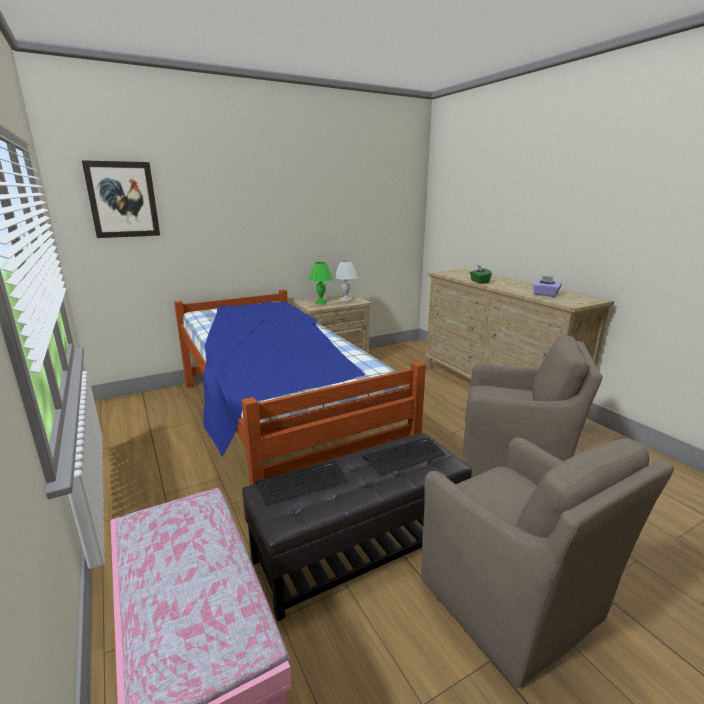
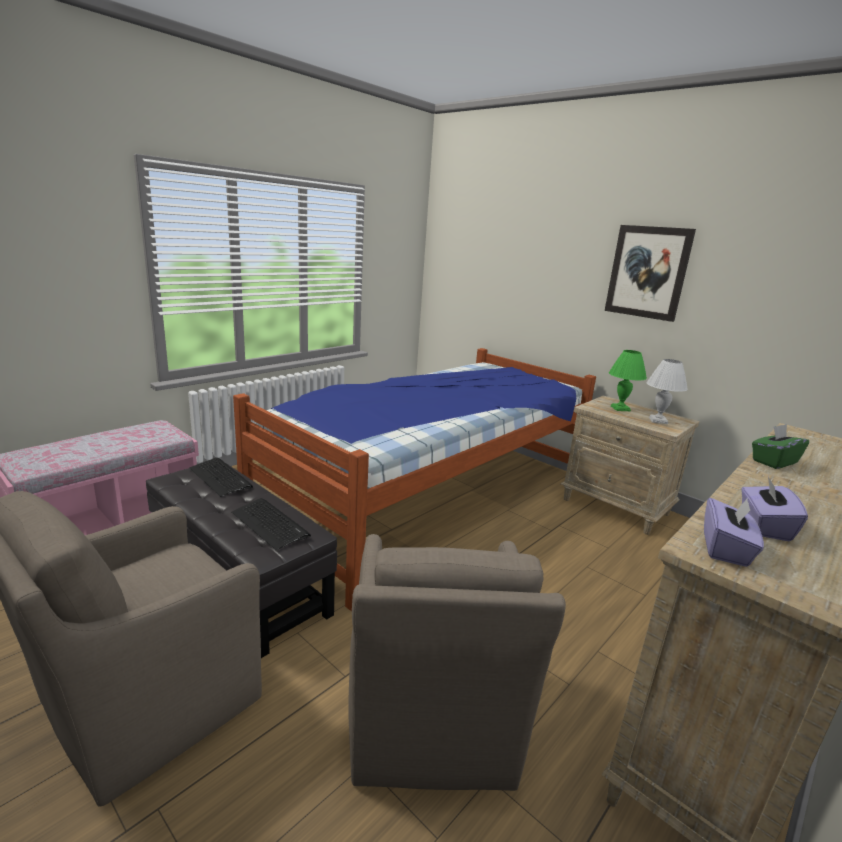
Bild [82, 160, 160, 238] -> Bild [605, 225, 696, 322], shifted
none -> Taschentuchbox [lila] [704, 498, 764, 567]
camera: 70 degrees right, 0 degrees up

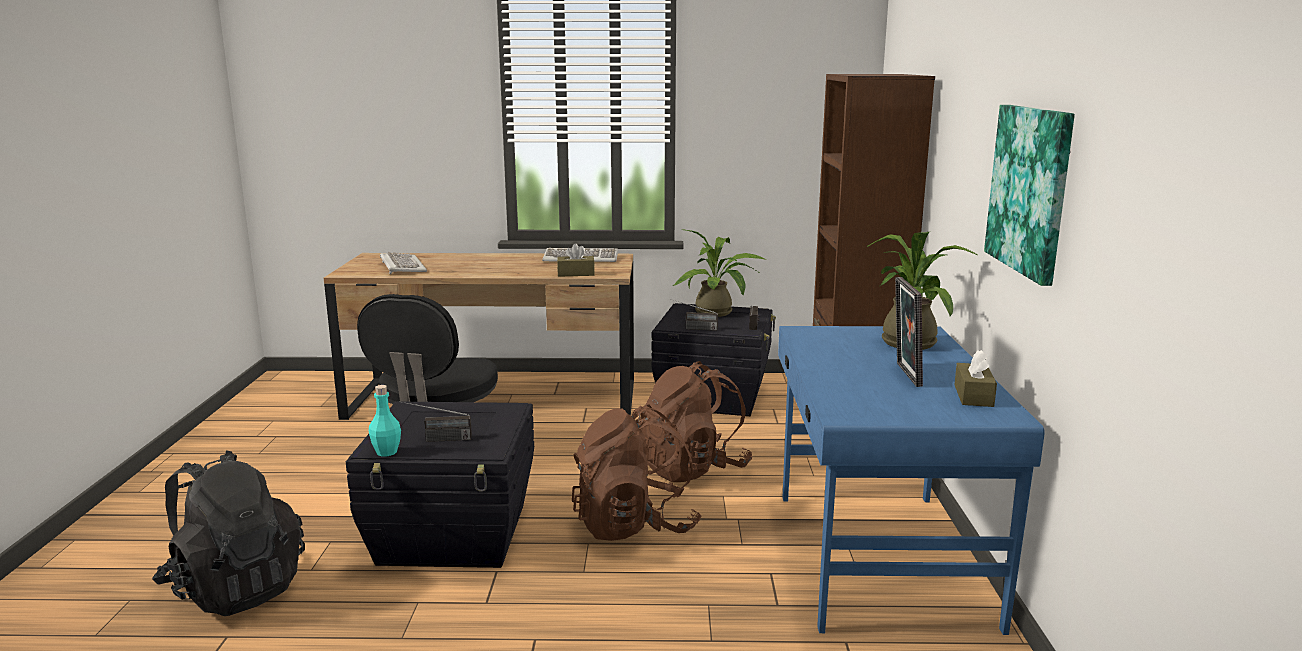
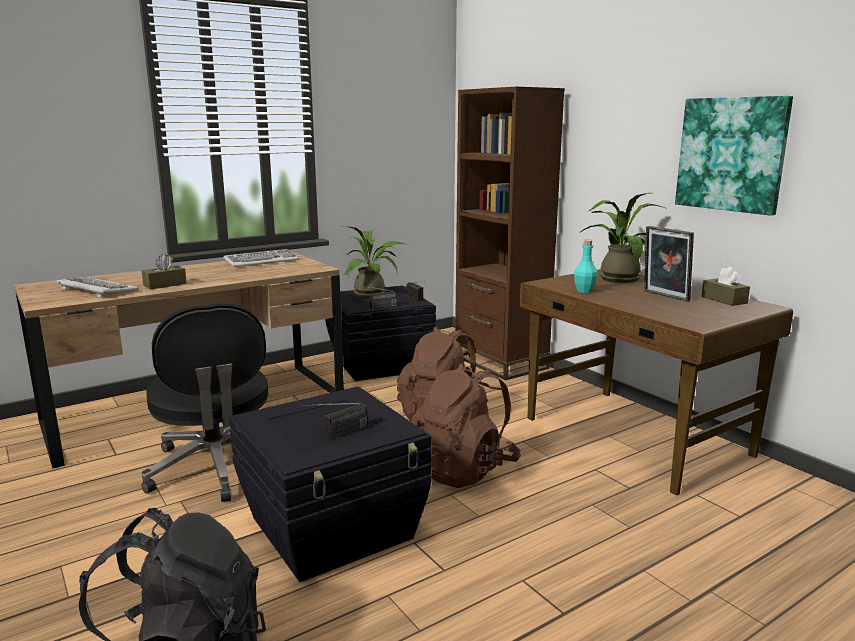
Taschentuchbox [braun] [557, 243, 595, 277] -> Taschentuchbox [braun] [142, 254, 187, 289], shifted
Schreibtisch [blau] [778, 326, 1045, 635] -> Schreibtisch [braun] [520, 269, 793, 496]
Flasche [türkis] [369, 385, 401, 456] -> Flasche [türkis] [574, 240, 597, 293], shifted
camera: 35 degrees left, 0 degrees up

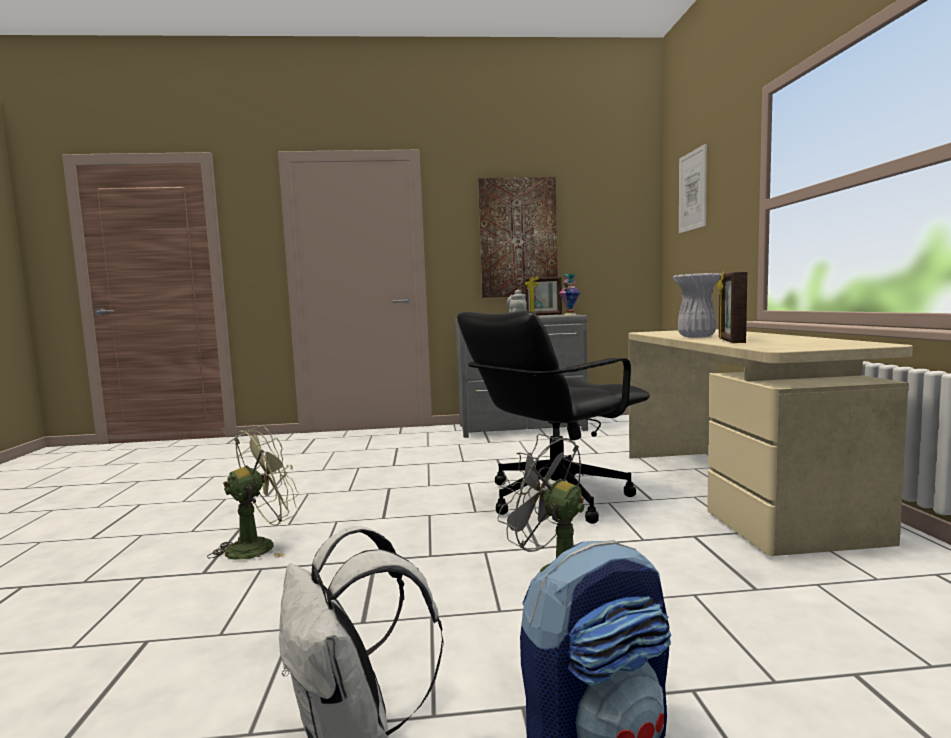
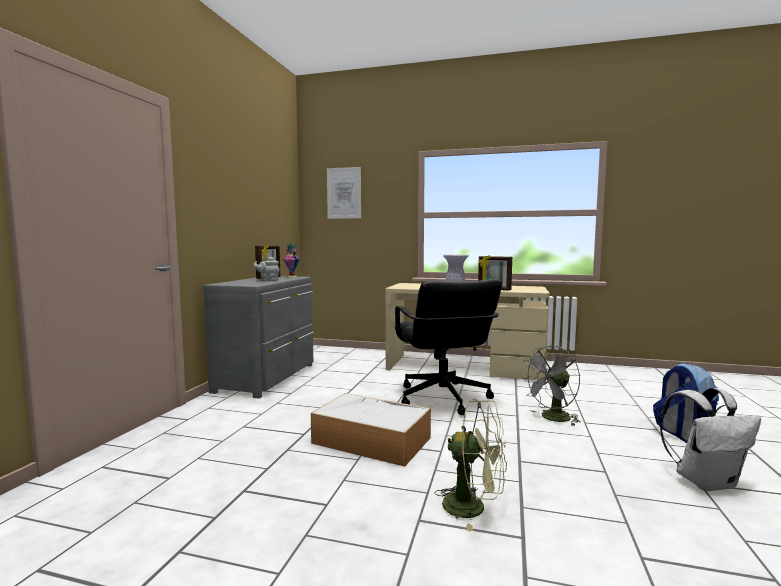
none -> Aufbewahrungsbox [311, 393, 431, 467]
Ventilator [grün] [207, 425, 299, 560] -> Ventilator [grün] [434, 398, 507, 531], 135 degrees clockwise
Bild [478, 177, 558, 298] -> none
camera: 70 degrees left, 0 degrees up

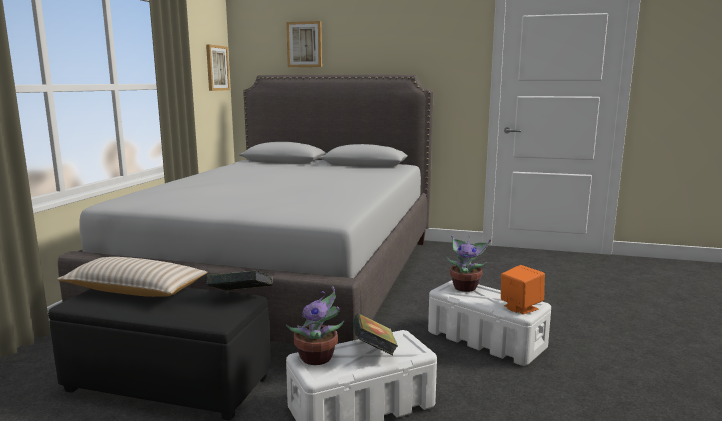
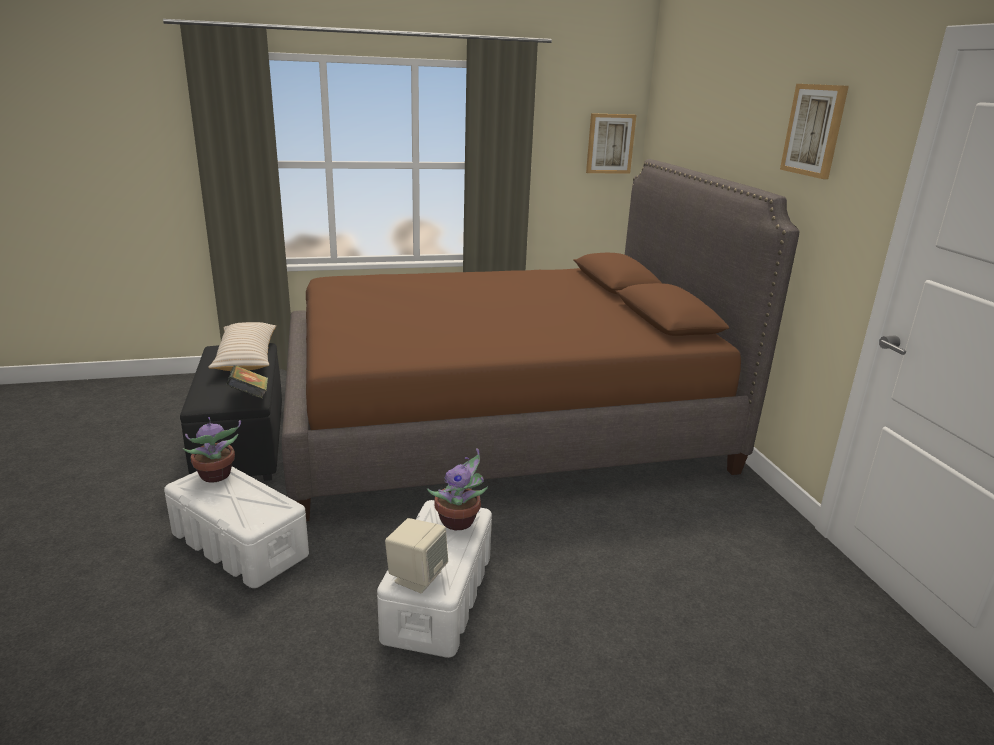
Bett [grau] [58, 75, 434, 344] -> Bett [braun] [282, 159, 799, 521]
Lautsprecher [orange] [501, 265, 545, 314] -> Lautsprecher [beige] [385, 518, 448, 593]
Bild [286, 21, 322, 67] -> Bild [780, 84, 849, 179], shifted
Buch [353, 313, 398, 356] -> none
camera: 60 degrees right, 10 degrees up

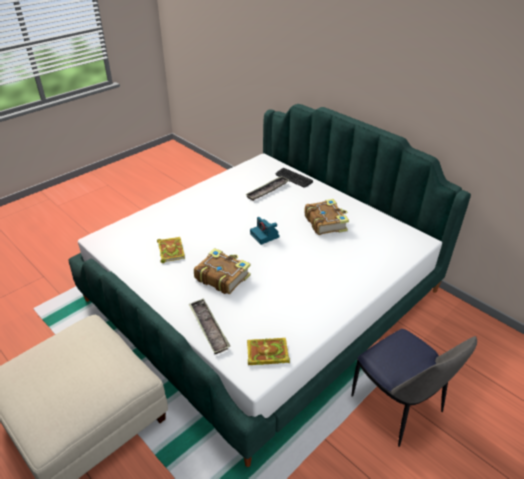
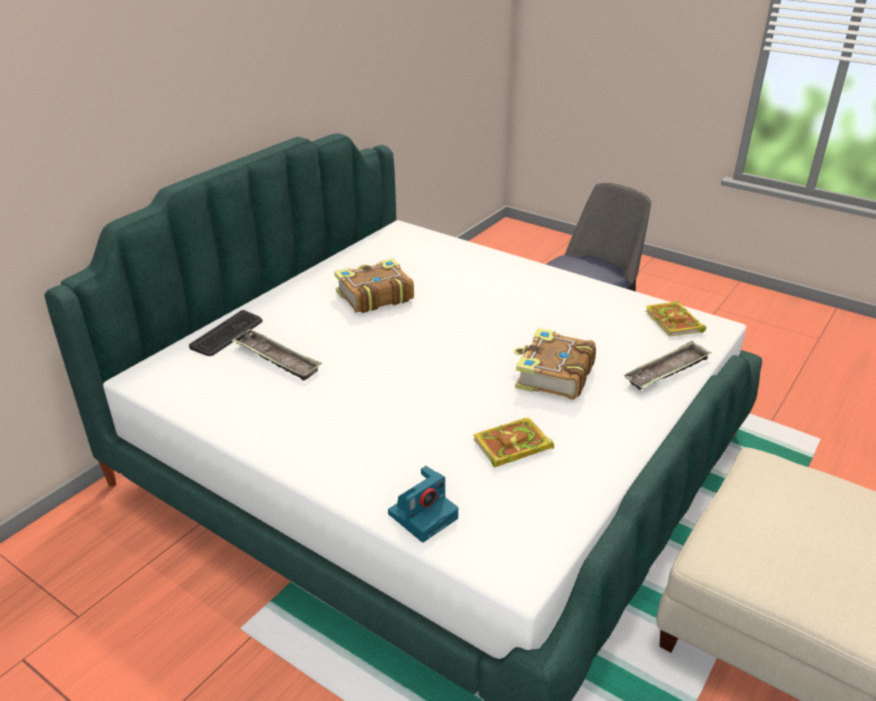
Kamera [250, 217, 280, 245] -> Kamera [388, 466, 458, 542], shifted
camera: 100 degrees left, 5 degrees down

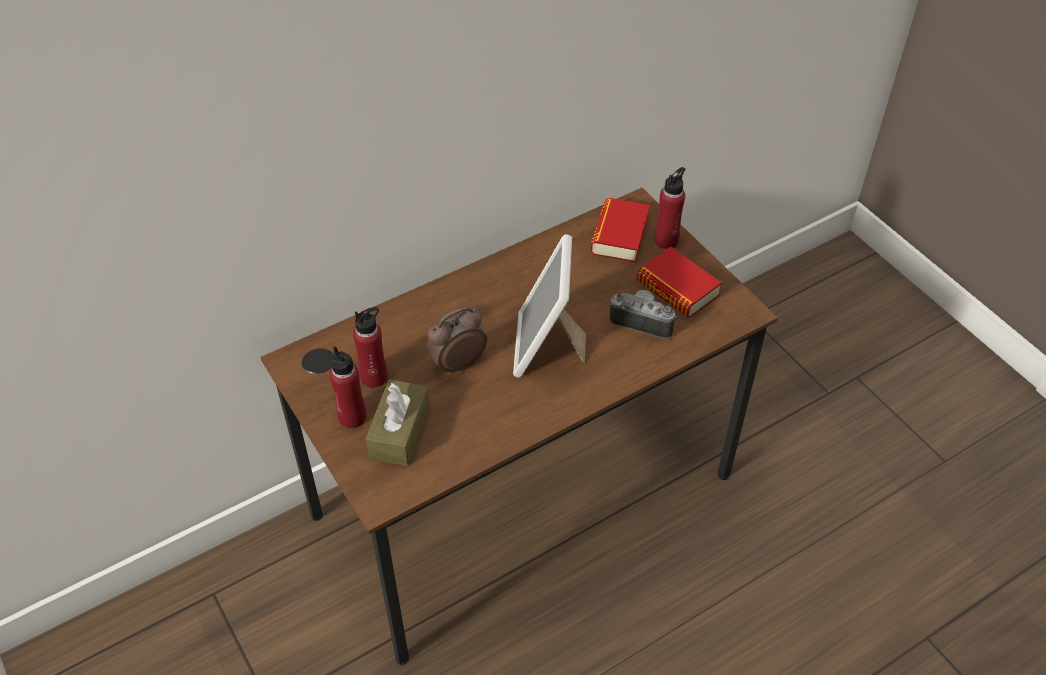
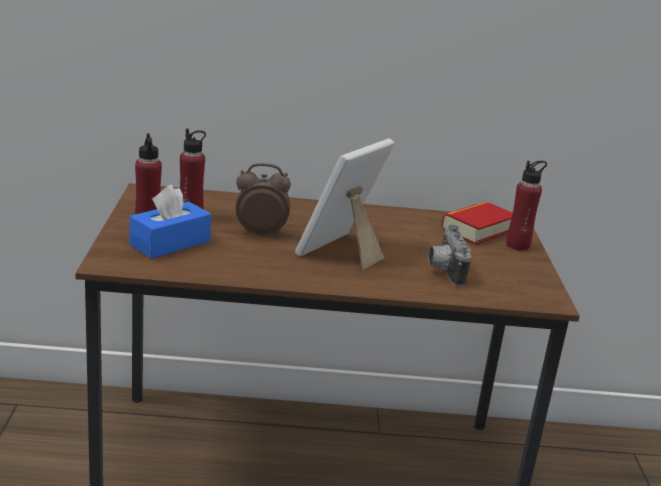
Taschentuchbox [braun] [366, 379, 429, 466] -> Taschentuchbox [blau] [130, 185, 211, 259]
Kamera [610, 290, 677, 339] -> Kamera [429, 225, 472, 287], 150 degrees counterclockwise
Buch [637, 247, 722, 318] -> none
camera: 30 degrees right, 25 degrees down

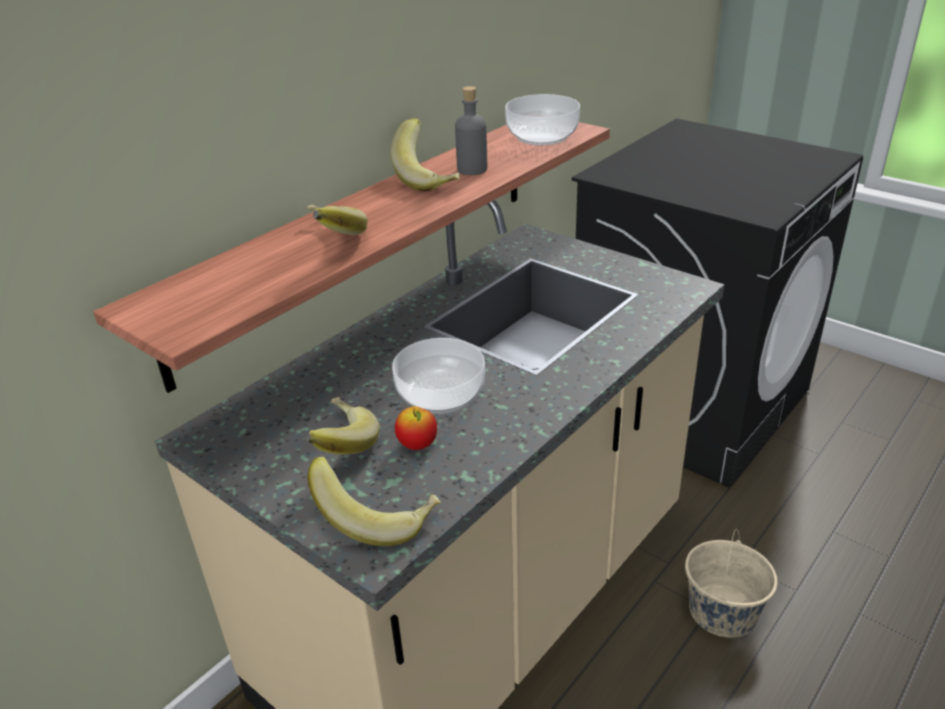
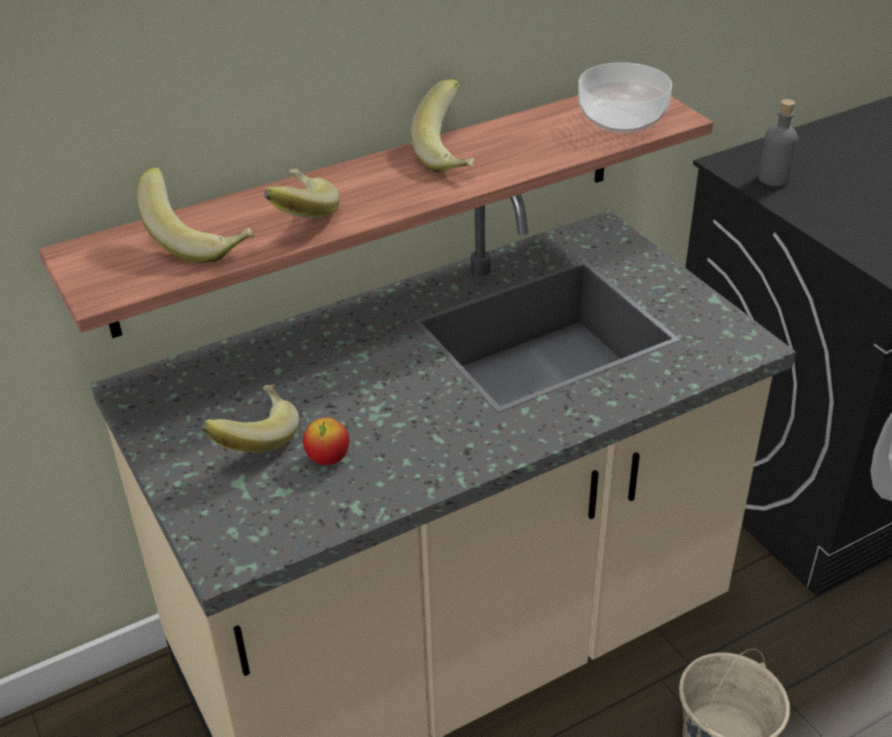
Banane [307, 456, 441, 546] -> Banane [137, 167, 254, 263], shifted
Flasche [grau] [455, 86, 487, 175] -> Flasche [grau] [758, 99, 798, 186], shifted
Schüssel [392, 338, 485, 414] -> none
camera: 20 degrees right, 5 degrees up

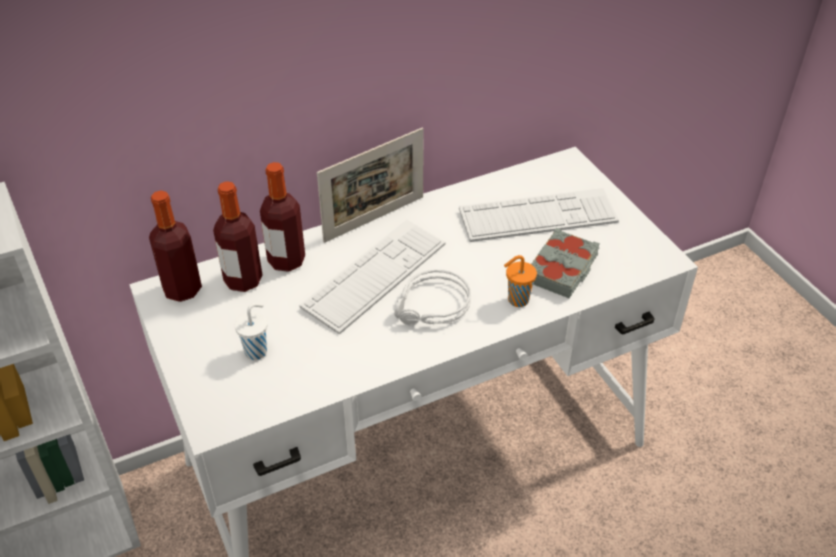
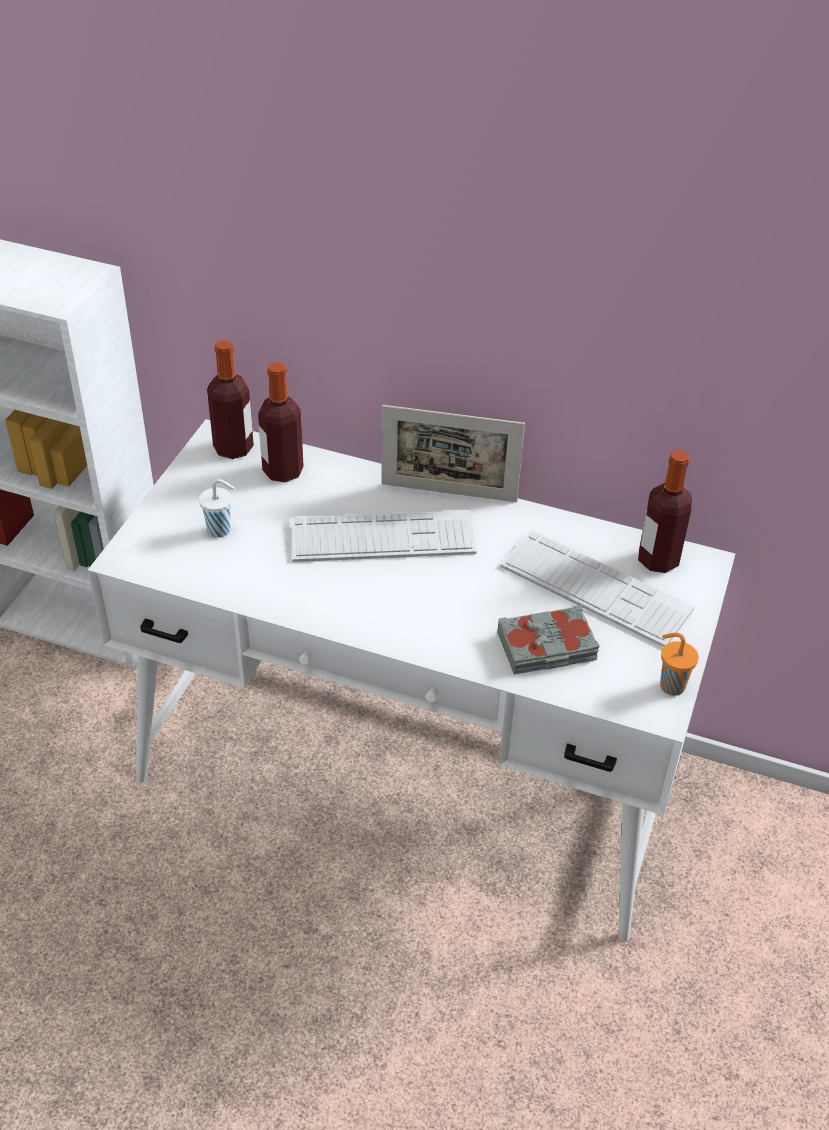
Flasche [260, 162, 305, 272] -> Flasche [638, 450, 692, 573], shifted
Tasse [orange] [504, 255, 537, 307] -> Tasse [orange] [660, 632, 699, 696], shifted
Kopfhörer [grau] [394, 269, 471, 325] -> none
camera: 45 degrees right, 0 degrees up

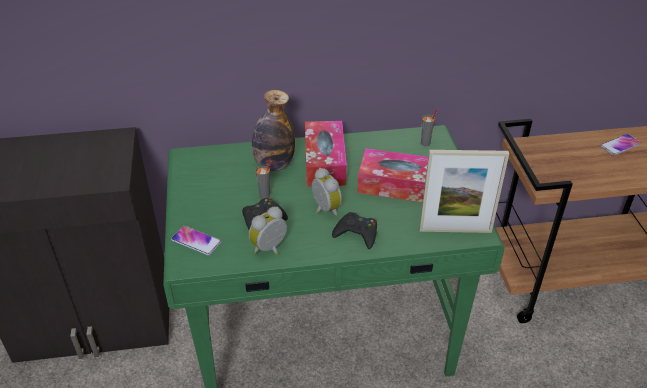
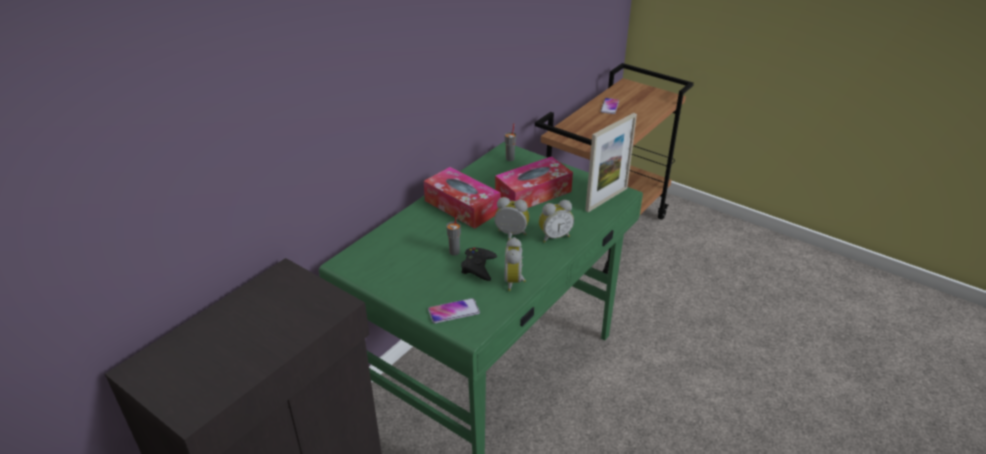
Gamepad [schwarz] [332, 212, 377, 249] -> Wecker [539, 200, 574, 243]
Flasche [252, 90, 295, 171] -> none
camera: 45 degrees left, 5 degrees down

